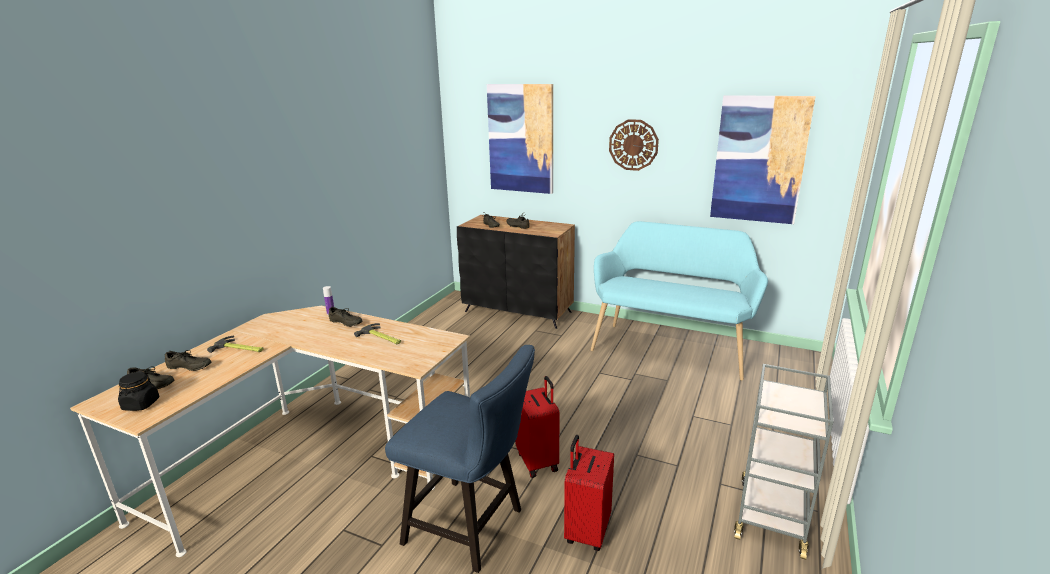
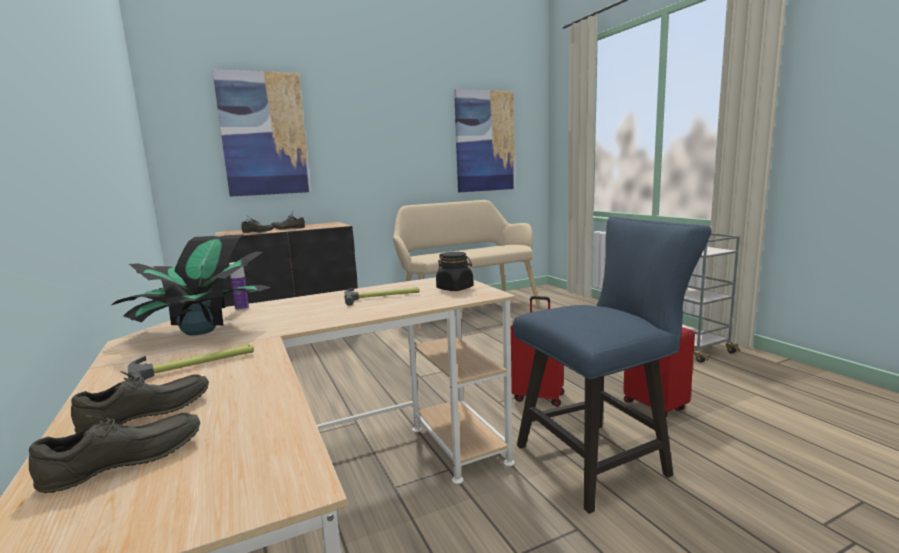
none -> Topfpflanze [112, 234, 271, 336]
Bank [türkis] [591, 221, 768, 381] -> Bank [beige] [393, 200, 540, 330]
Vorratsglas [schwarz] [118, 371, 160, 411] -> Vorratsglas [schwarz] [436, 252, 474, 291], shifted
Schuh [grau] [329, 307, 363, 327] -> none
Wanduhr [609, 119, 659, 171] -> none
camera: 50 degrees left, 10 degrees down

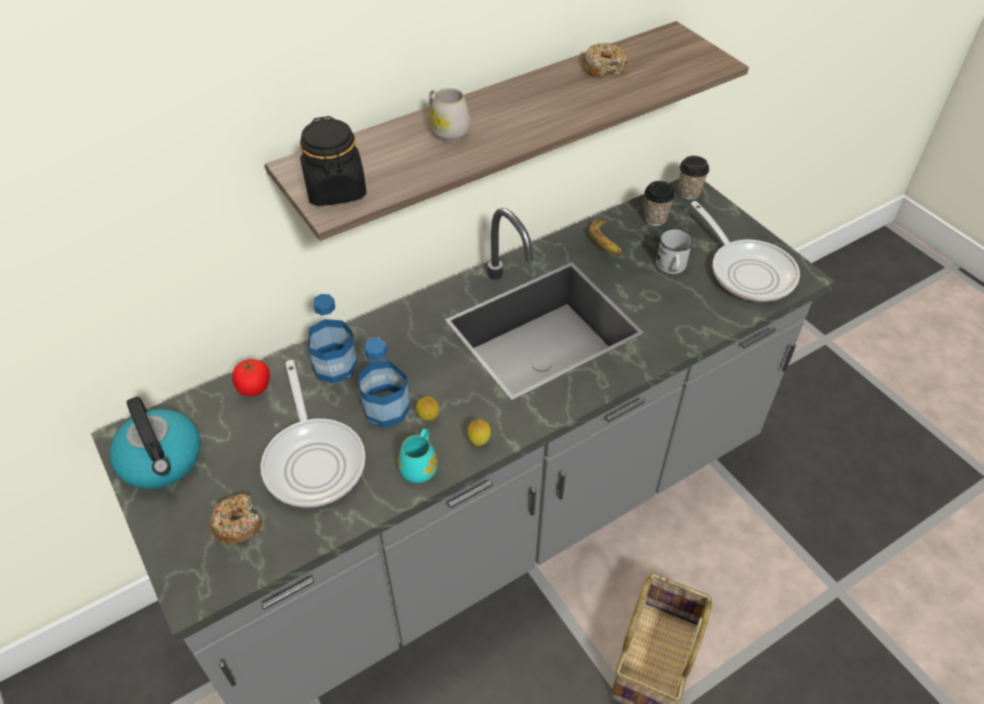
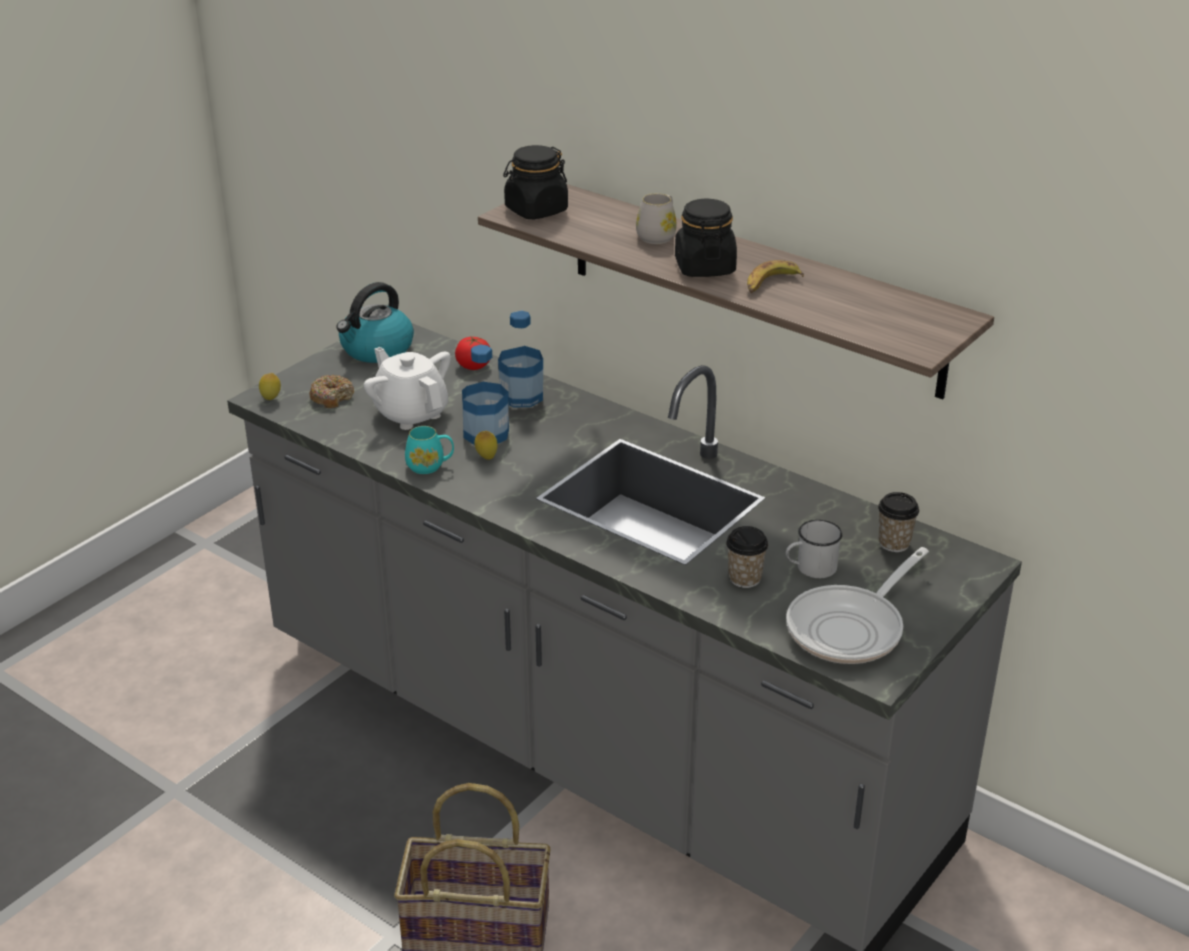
Zitrone [467, 419, 491, 446] -> Zitrone [259, 373, 281, 400], shifted
Pfanne [260, 360, 365, 508] -> Teekanne [weiß] [364, 347, 451, 430]
none -> Vorratsglas [schwarz] [675, 199, 737, 277]
Tasse [678, 156, 709, 200] -> Tasse [726, 526, 768, 588], shifted
Banane [588, 220, 622, 255] -> Banane [747, 260, 804, 293], shifted
Donut [582, 43, 628, 78] -> none
camera: 70 degrees right, 15 degrees down

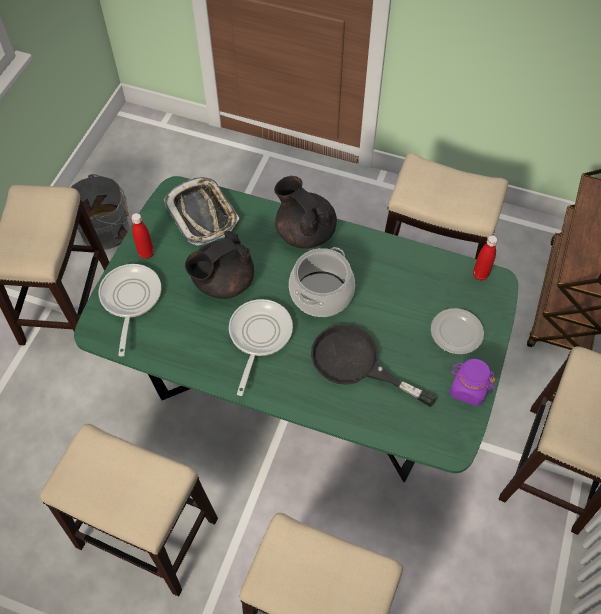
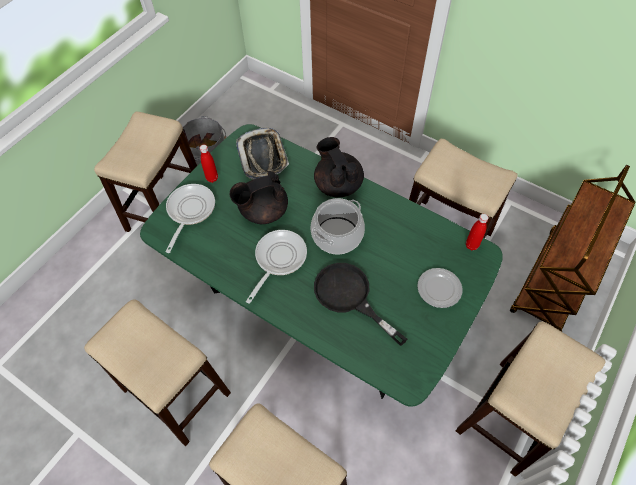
Vorratsglas [lila] [450, 359, 496, 406] -> none
camera: 15 degrees right, 0 degrees up

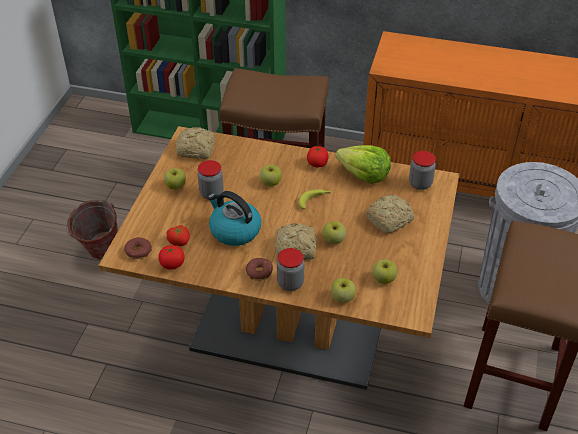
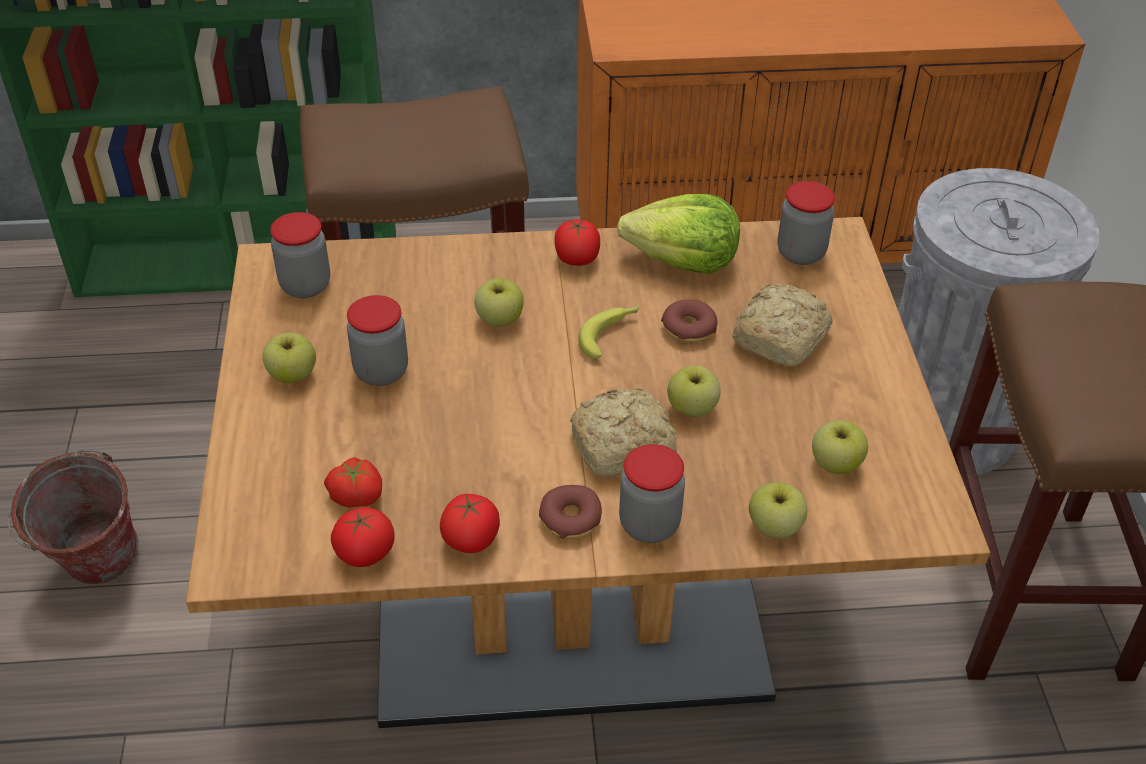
Brot [176, 127, 215, 159] -> Vorratsglas [270, 212, 330, 298]
none -> Tomate [440, 493, 500, 553]
Donut [124, 237, 152, 259] -> Donut [661, 300, 717, 343], shifted
Wasserkessel [208, 191, 261, 246] -> none
camera: 20 degrees left, 0 degrees up

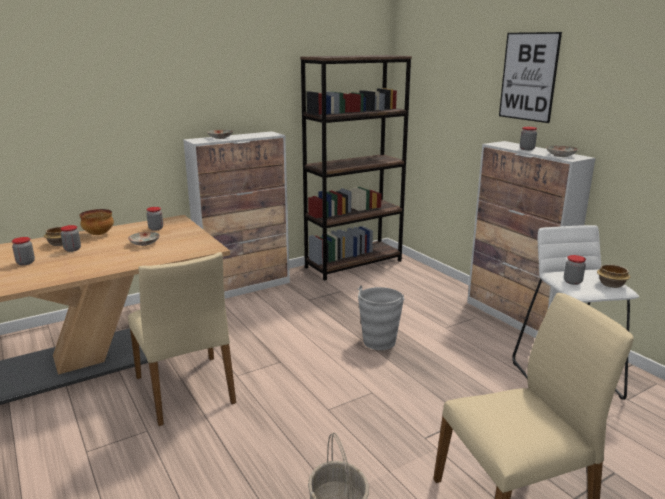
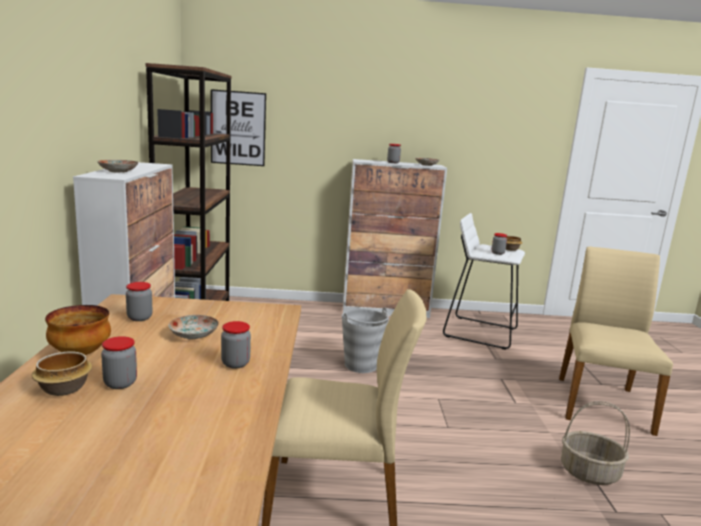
Bild [499, 32, 562, 123] -> Bild [211, 89, 266, 166], shifted
Vorratsglas [12, 237, 35, 265] -> Vorratsglas [221, 321, 251, 369], shifted
camera: 60 degrees left, 5 degrees down

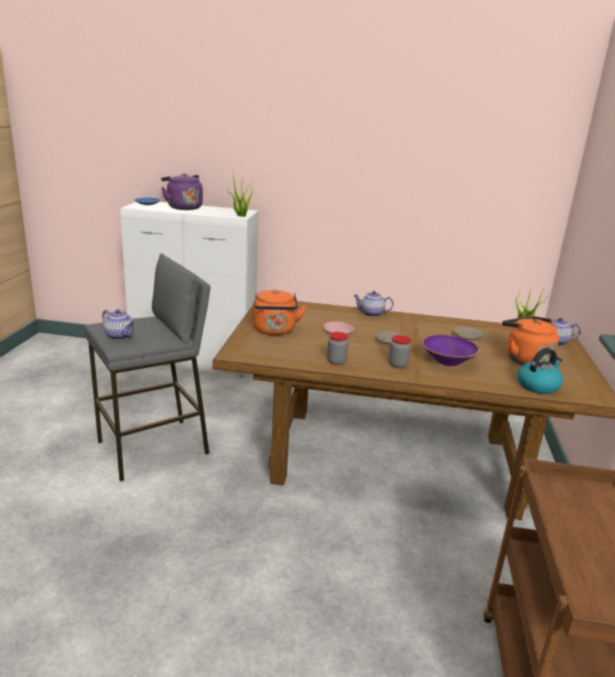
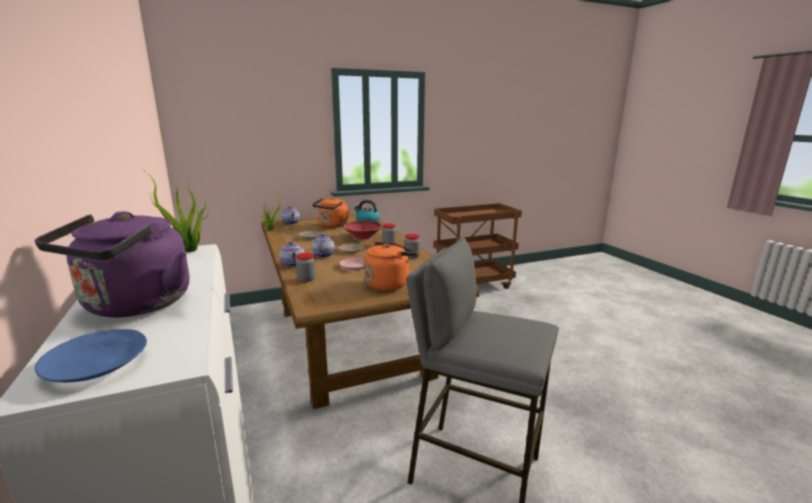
none -> Vorratsglas [296, 253, 315, 282]
Teekanne [102, 309, 135, 340] -> Teekanne [312, 234, 335, 258], shifted
Schüssel [lila] [422, 335, 480, 366] -> Schüssel [rot] [343, 221, 382, 239]
camera: 120 degrees left, 5 degrees down

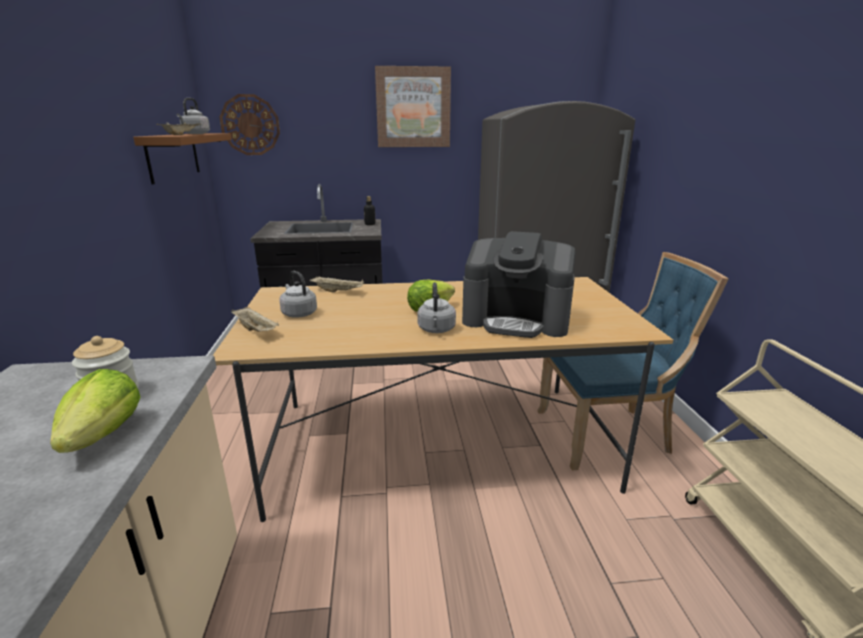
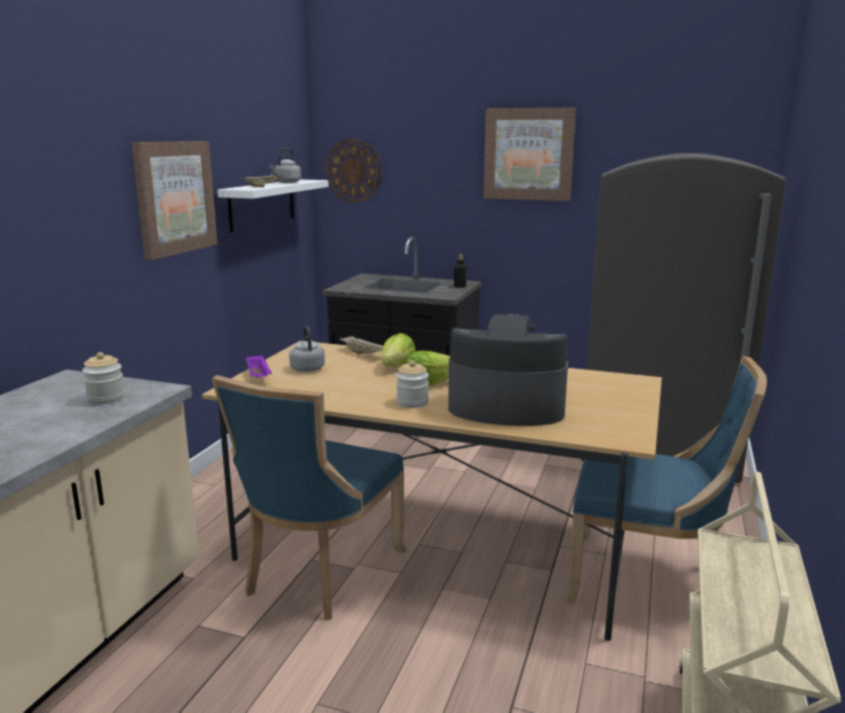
none -> Bild [131, 141, 218, 260]
none -> Stuhl [blau] [212, 375, 406, 620]
Wandregal [braun] [133, 133, 232, 184] -> Wandregal [weiß] [217, 180, 329, 232]
Tablett [beige] [231, 307, 279, 331] -> Tablett [lila] [246, 355, 272, 377]
Salatkopf [50, 369, 140, 453] -> Salatkopf [382, 333, 416, 367], shifted
Wasserkessel [grau] [417, 282, 456, 333] -> Vorratsglas [396, 361, 429, 408]
Kaffeemaschine [462, 231, 576, 338] -> Kaffeemaschine [448, 314, 568, 426], 150 degrees clockwise
camera: 25 degrees right, 5 degrees down

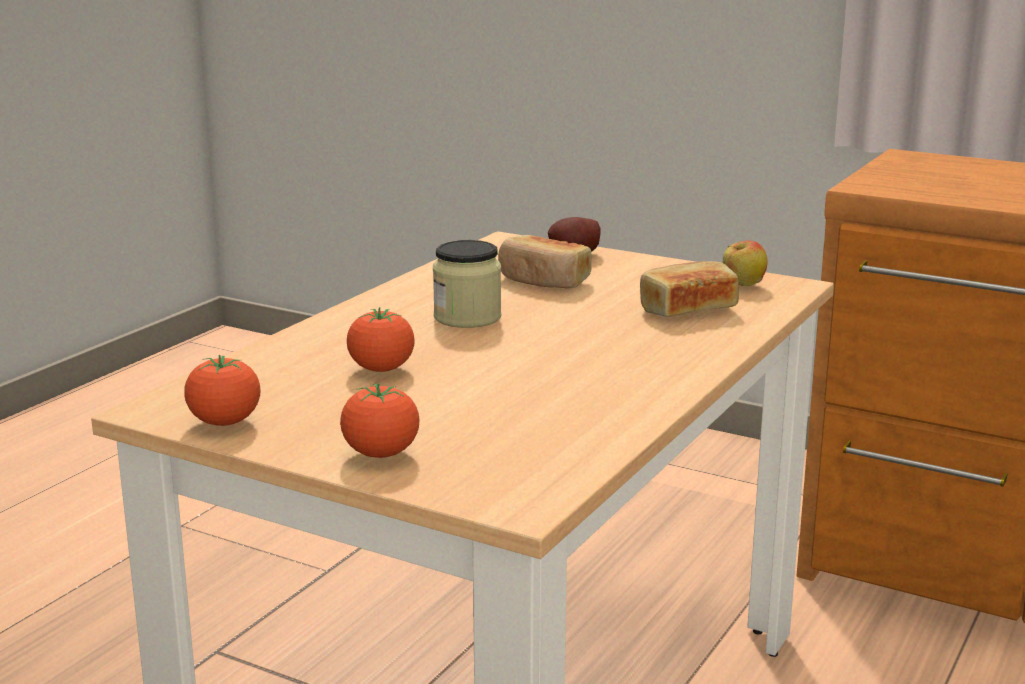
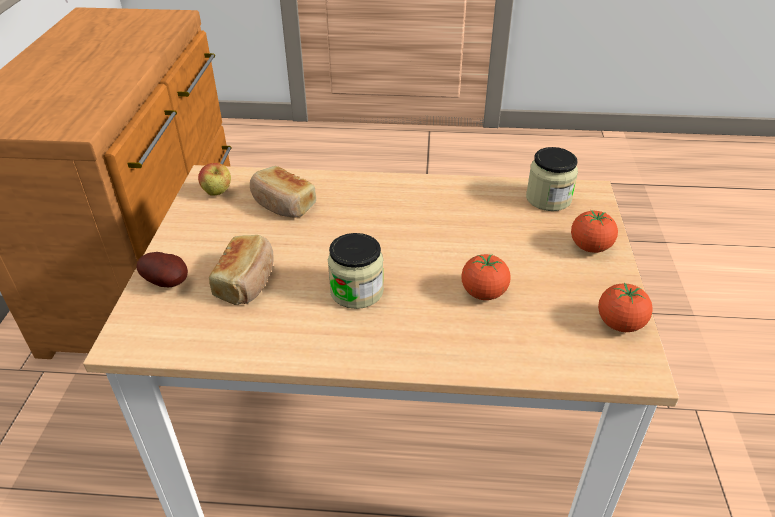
none -> Vorratsglas [526, 147, 578, 211]
camera: 115 degrees left, 20 degrees up

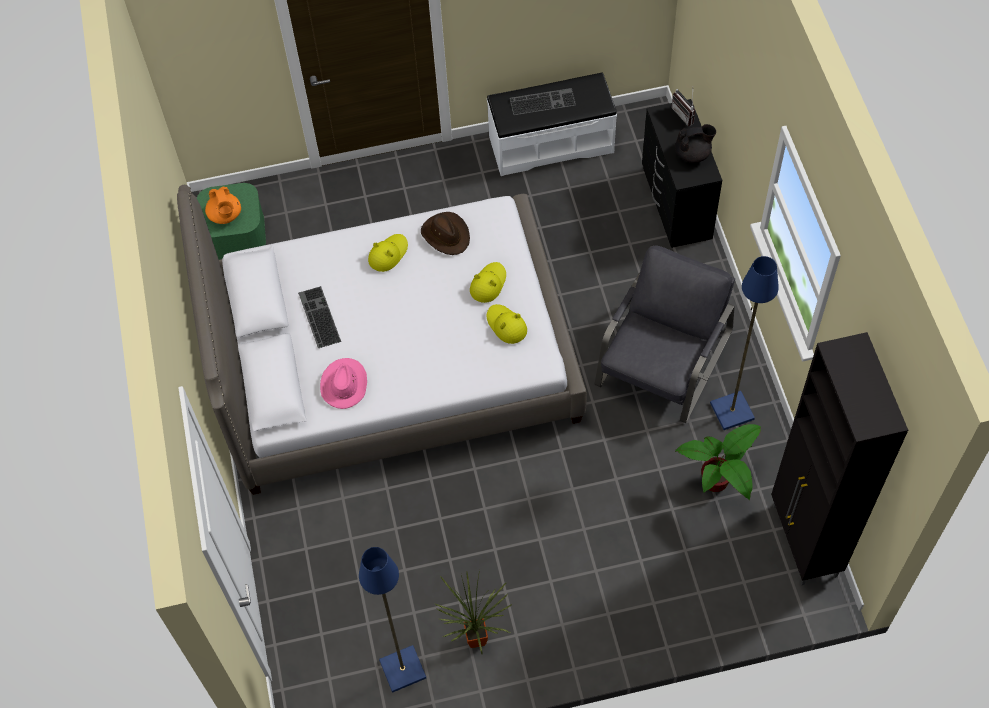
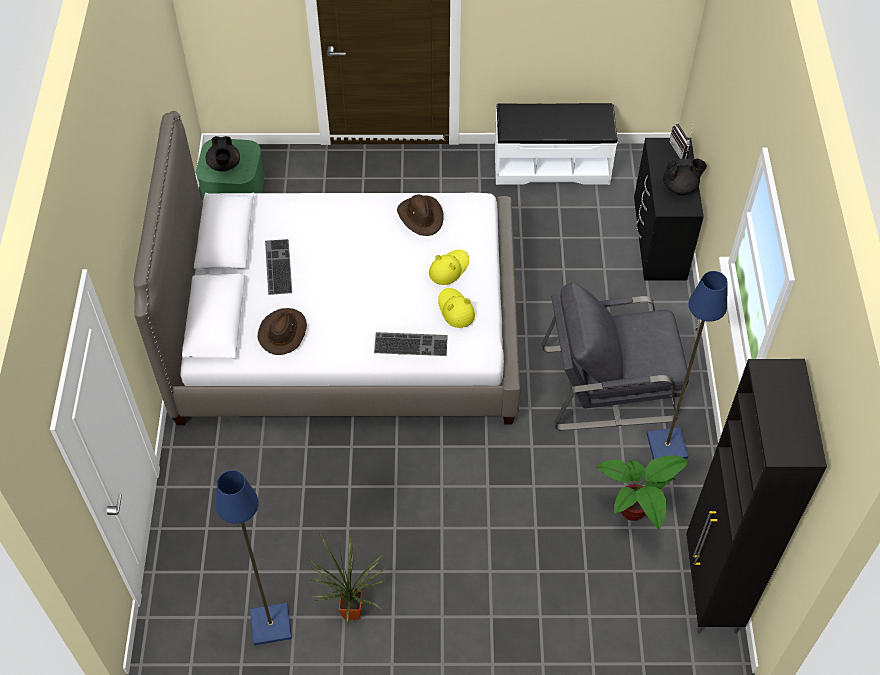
Teekanne [orange] [205, 187, 241, 224] -> Teekanne [schwarz] [205, 136, 240, 172]
Hut [rosa] [320, 358, 367, 409] -> Hut [braun] [258, 308, 307, 355]
Tastatur [510, 88, 576, 115] -> Tastatur [374, 332, 448, 356], shifted
Sessel [grau] [594, 246, 735, 423] -> Sessel [grau] [542, 282, 689, 430], 135 degrees counterclockwise
Hut [gelb] [368, 234, 408, 272] -> none
camera: 10 degrees right, 5 degrees down

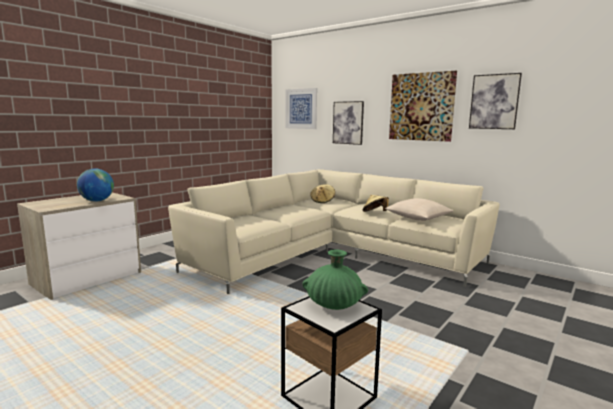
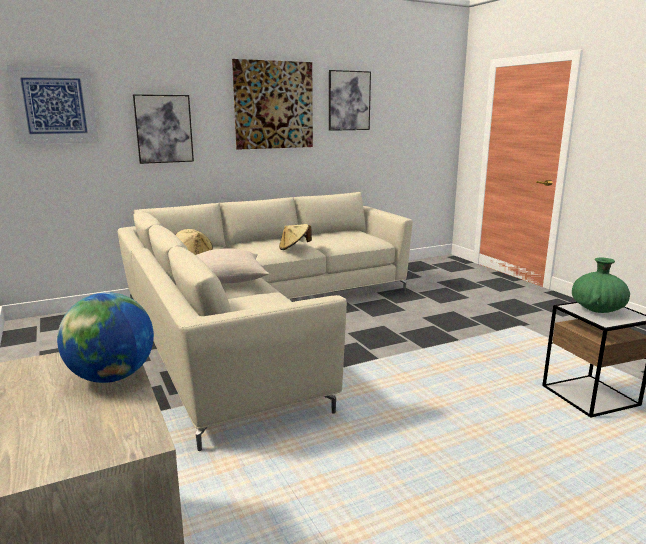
Kissen [beige] [385, 198, 453, 221] -> Kissen [beige] [196, 248, 269, 284], shifted
camera: 65 degrees left, 5 degrees up

